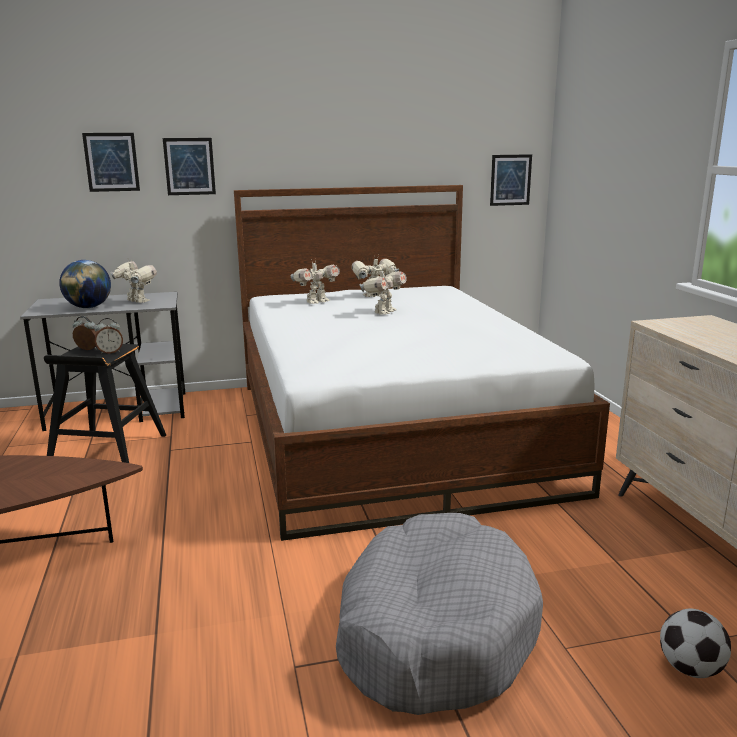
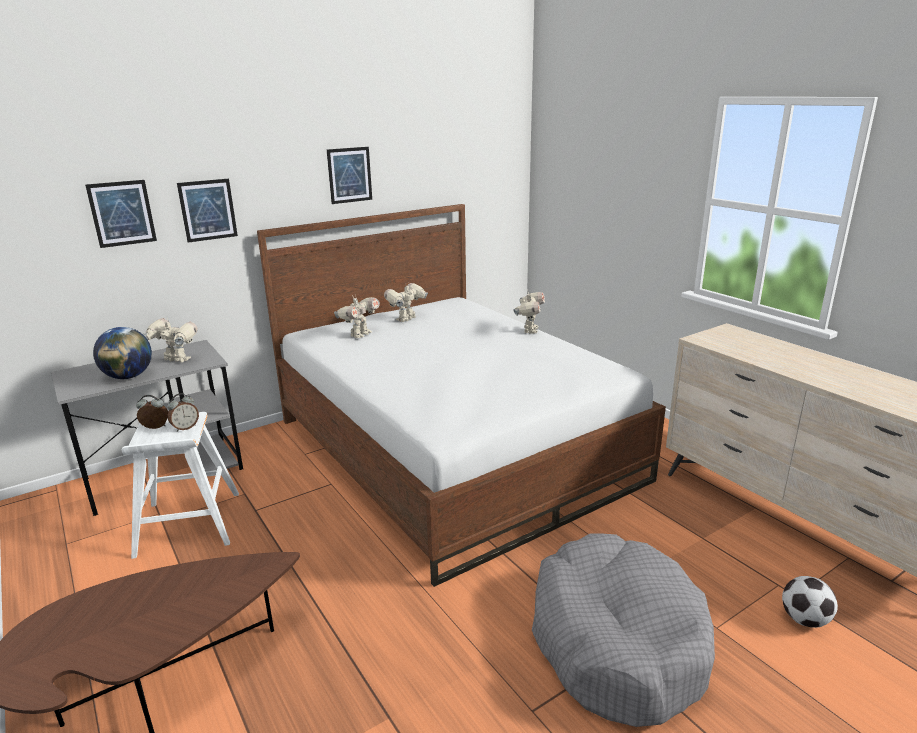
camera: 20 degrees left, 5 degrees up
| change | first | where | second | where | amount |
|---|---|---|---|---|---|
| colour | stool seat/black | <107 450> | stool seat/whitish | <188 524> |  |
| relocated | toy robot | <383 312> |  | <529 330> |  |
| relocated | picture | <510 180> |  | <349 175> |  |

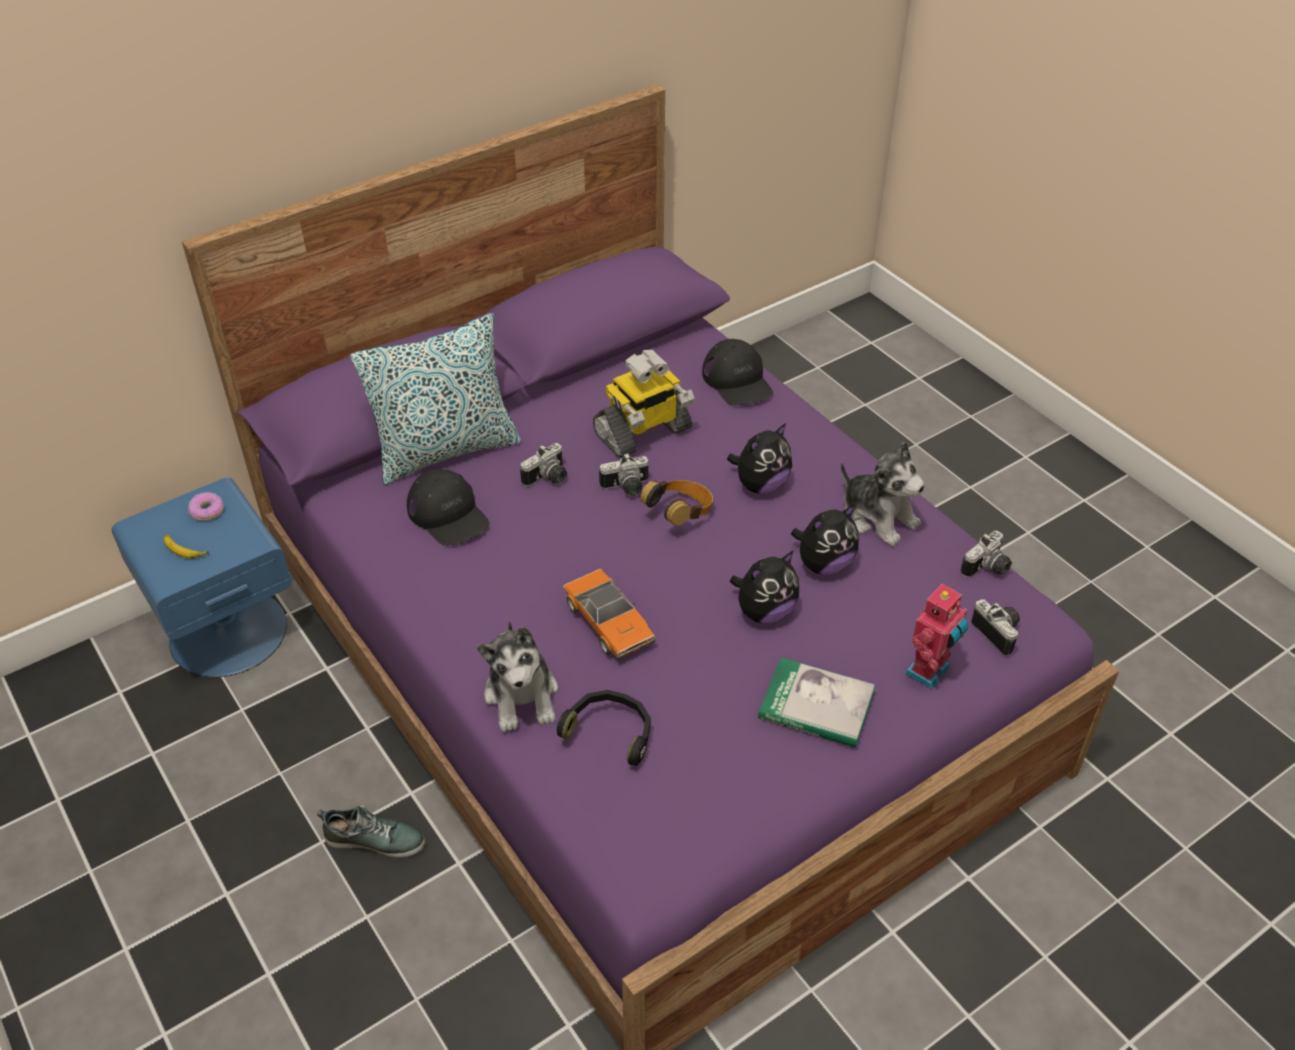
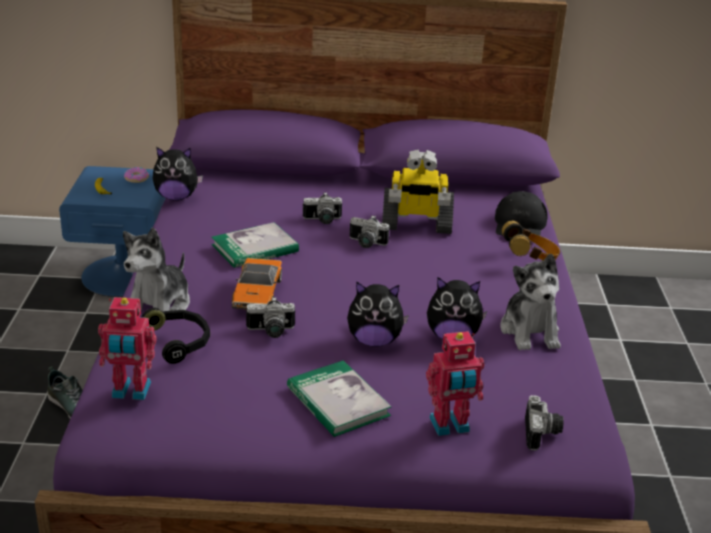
camera: 35 degrees right, 15 degrees down
| change | first | where | second | where | amount |
|---|---|---|---|---|---|
| missing | pillow | <446 450> |  |  |  |
| missing | peaked cap/black | <448 514> |  |  |  |
| relocated | headphones | <680 515> |  | <530 260> |  |
| relocated | soft toy | <760 484> |  | <176 197> |  |
| relocated | still camera | <988 569> |  | <271 332> |  |
| appeared |  |  | toy robot | <130 392> |  |
| appeared |  |  | book | <255 248> |  |

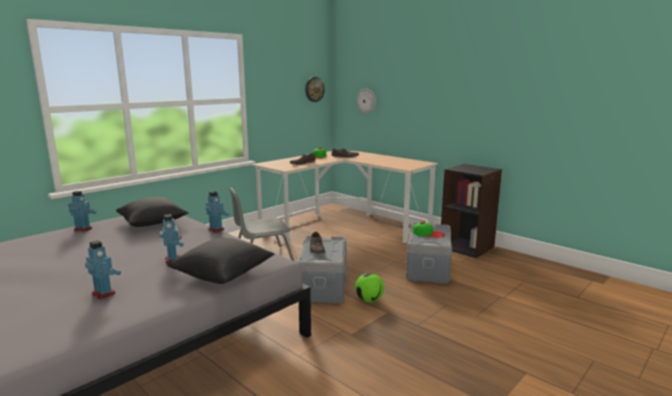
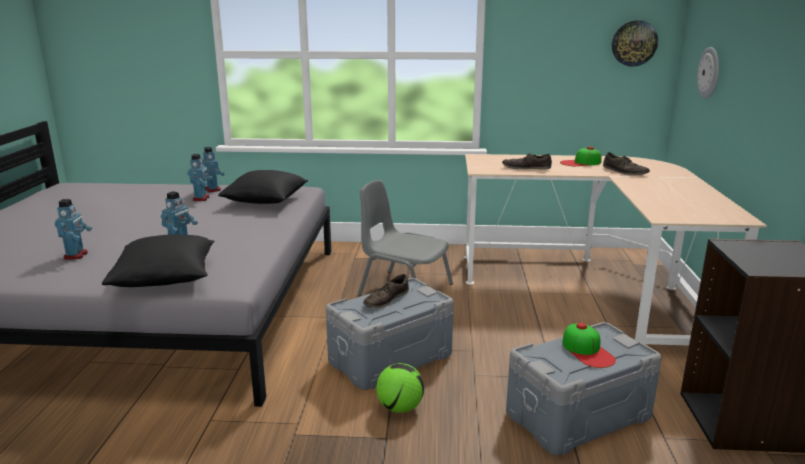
camera: 50 degrees right, 5 degrees up
| change | first | where | second | where | amount |
|---|---|---|---|---|---|
| relocated | toy robot | <216 229> |  | <201 198> |  |

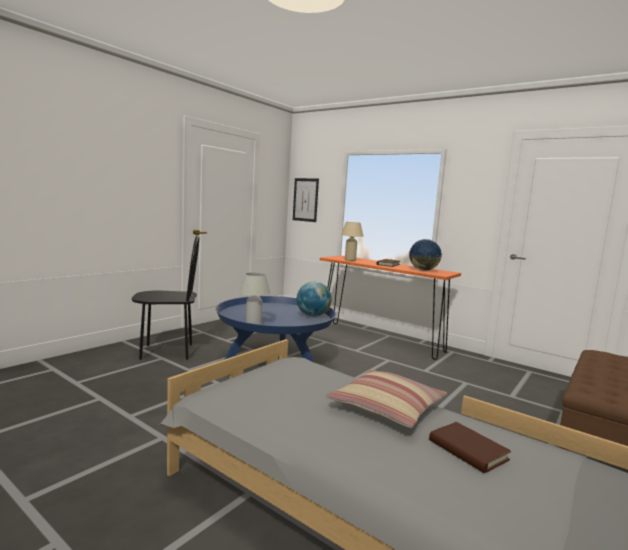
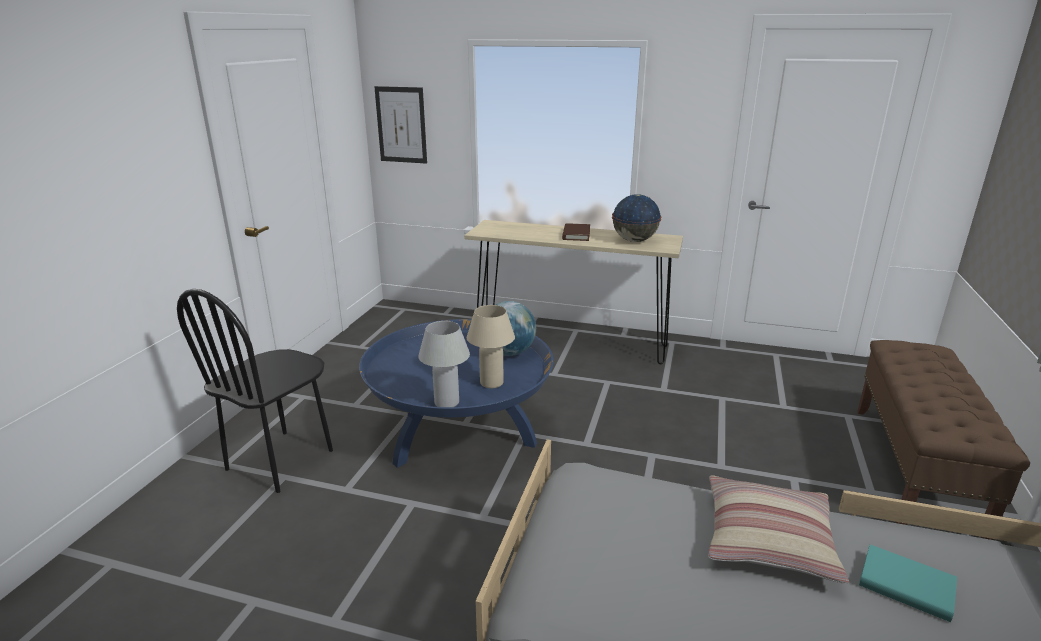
camera: 20 degrees left, 15 degrees up
| change | first | where | second | where | amount |
|---|---|---|---|---|---|
| spun | chair/black | <167 352> |  | <280 460> | 150 degrees clockwise |
| colour | console table/orangey | <379 339> | console table/sand-coloured | <569 343> |  |
| relocated | table lamp/sand-coloured | <350 260> |  | <491 383> |  |
| colour | book/brown | <467 450> | book/turquoise | <906 586> |  |

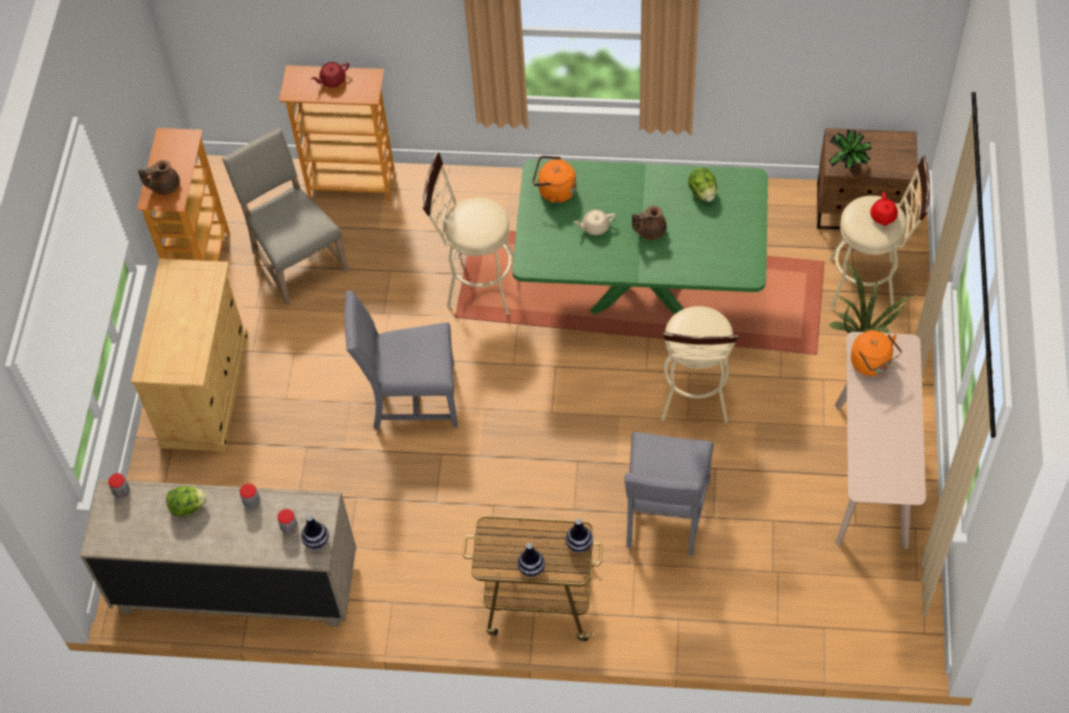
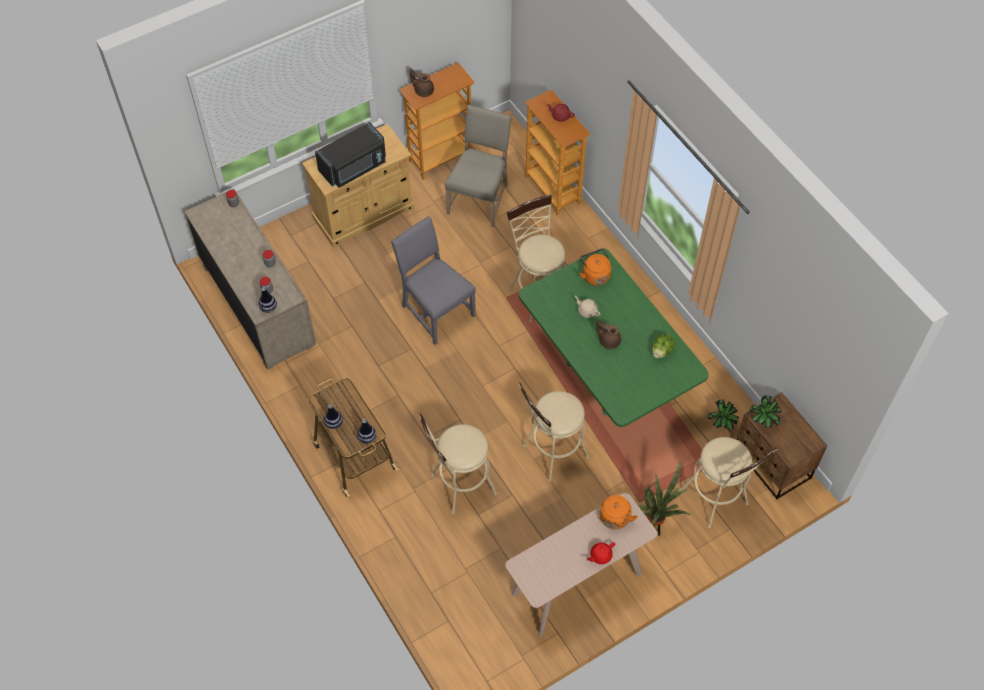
camera: 50 degrees right, 0 degrees up
| change | first | where | second | where | amount |
|---|---|---|---|---|---|
| missing | head of lettuce | <188 507> |  |  |  |
| exchanged | chair/gray | <664 515> | stool seat/sand-coloured | <458 487> |  |
| relocated | tea pot/red-coloured | <883 216> |  | <600 555> |  |
| appeared |  |  | kitchen microwave/black | <354 167> |  |
| appeared |  |  | houseplant | <721 425> |  |

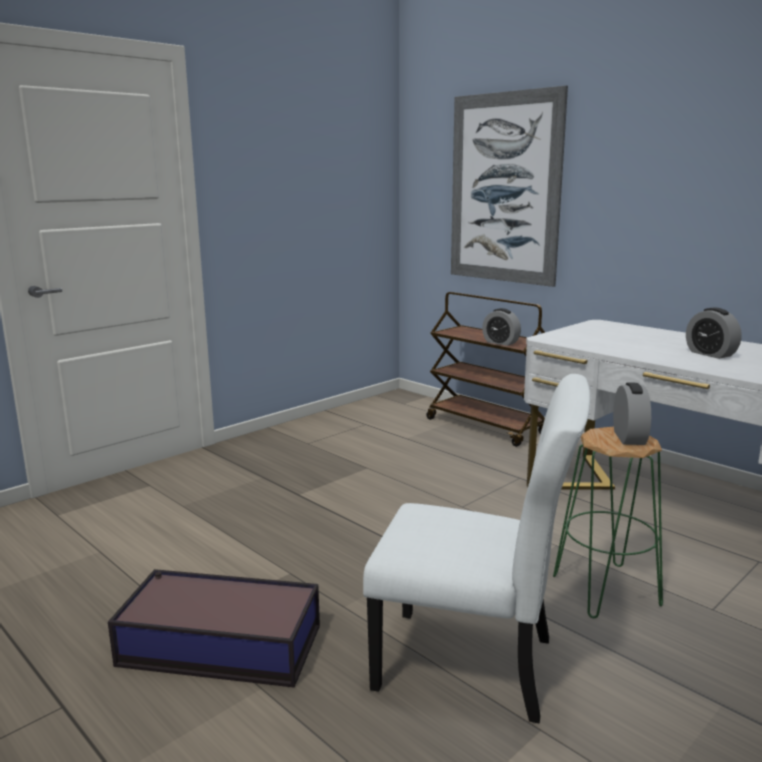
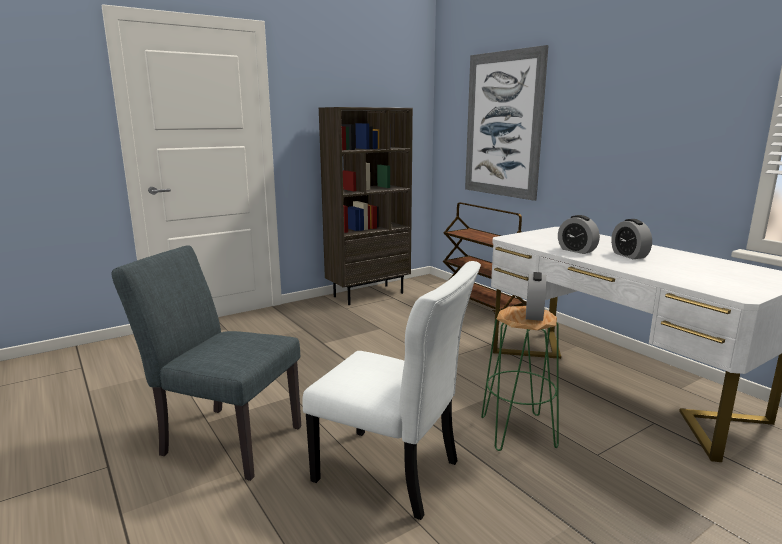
camera: 10 degrees right, 0 degrees up
| change | first | where | second | where | amount |
|---|---|---|---|---|---|
| exchanged | storage bin | <218 644> | chair/gray | <223 438> |  |
| relocated | alarm clock | <500 342> |  | <576 250> |  |
| appeared |  |  | shelving unit/brown | <368 294> |  |

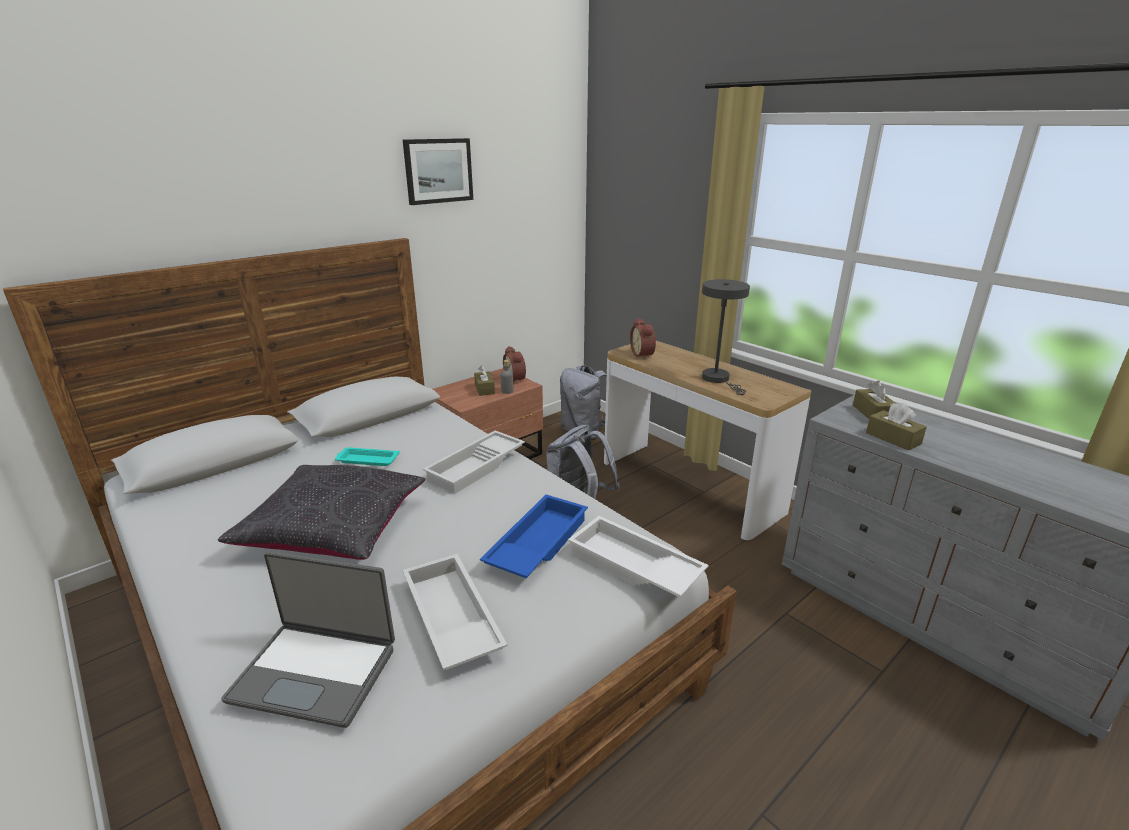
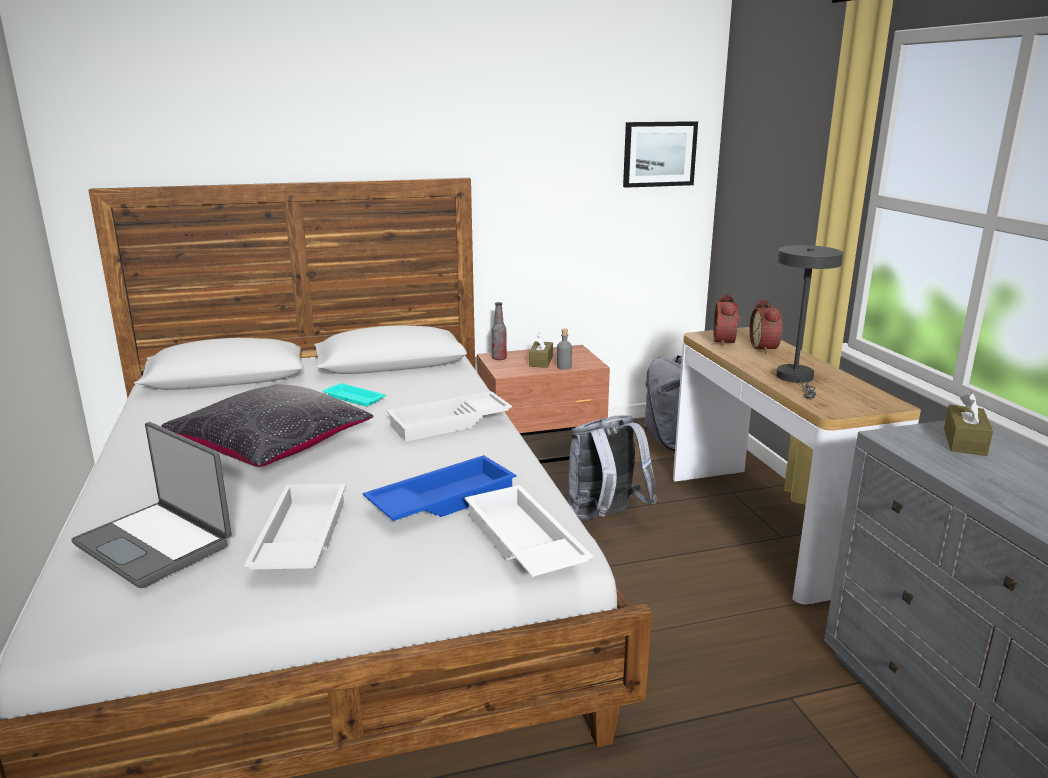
camera: 25 degrees right, 5 degrees down
| change | first | where | second | where | amount |
|---|---|---|---|---|---|
| relocated | picture | <438 171> |  | <659 154> |  |
| relocated | alarm clock | <516 379> |  | <766 348> |  |
| missing | tissue box/brown | <893 438> |  |  |  |
| appeared |  |  | bottle | <499 358> |  |

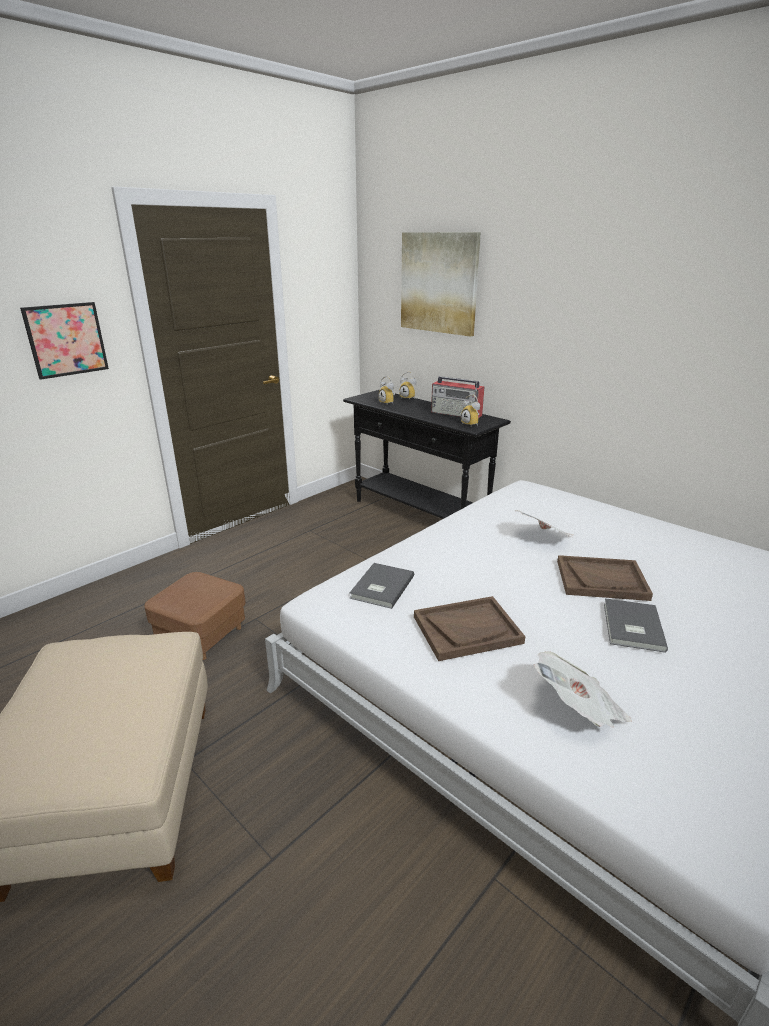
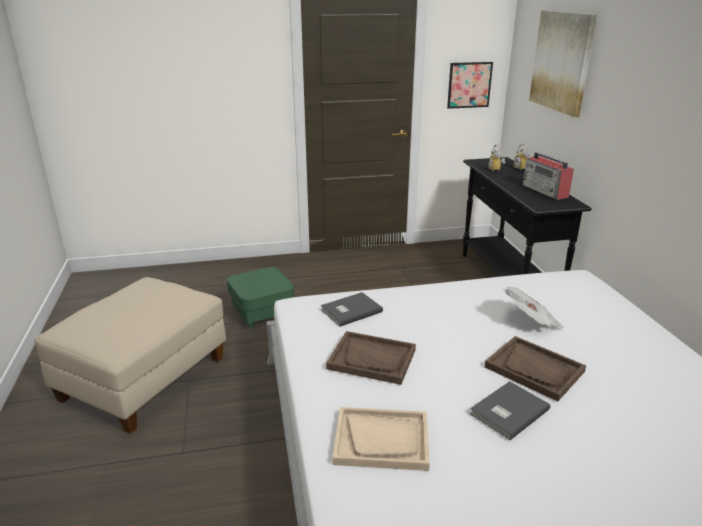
camera: 35 degrees right, 0 degrees up
| change | first | where | second | where | amount |
|---|---|---|---|---|---|
| relocated | picture | <66 340> |  | <469 85> |  |
| colour | ottoman/brown | <202 635> | ottoman/green-coloured | <262 313> |  |
| missing | alarm clock | <472 424> |  |  |  |
| exchanged | printed paper | <578 709> | serving tray/sand-coloured | <382 440> |  |

